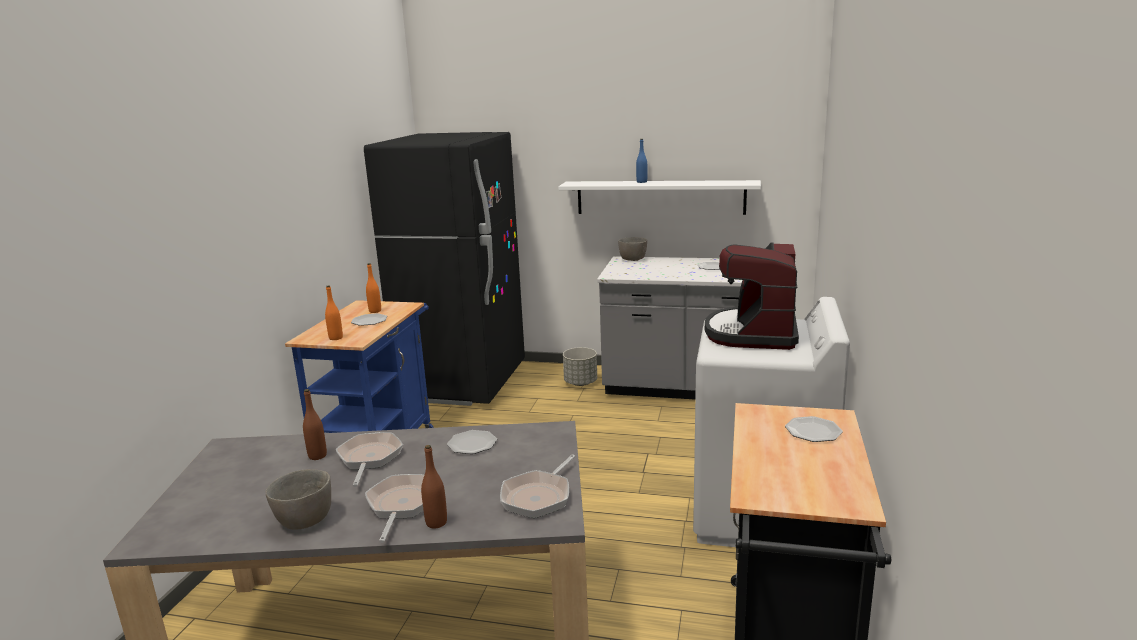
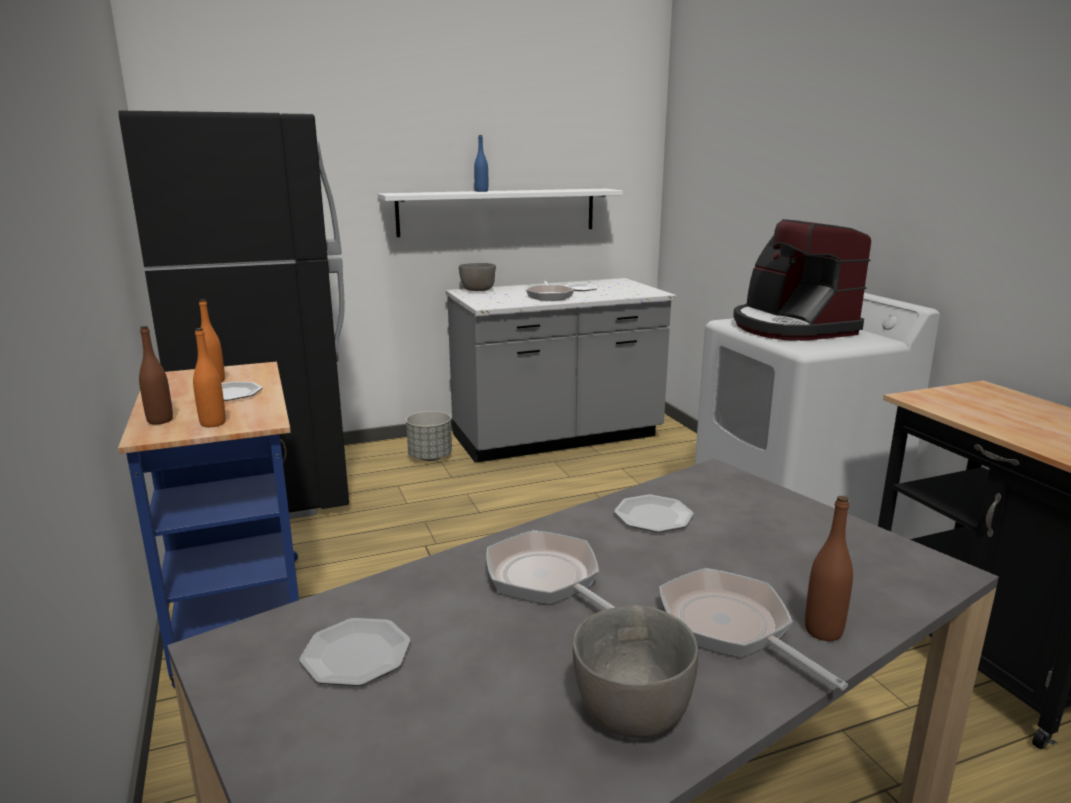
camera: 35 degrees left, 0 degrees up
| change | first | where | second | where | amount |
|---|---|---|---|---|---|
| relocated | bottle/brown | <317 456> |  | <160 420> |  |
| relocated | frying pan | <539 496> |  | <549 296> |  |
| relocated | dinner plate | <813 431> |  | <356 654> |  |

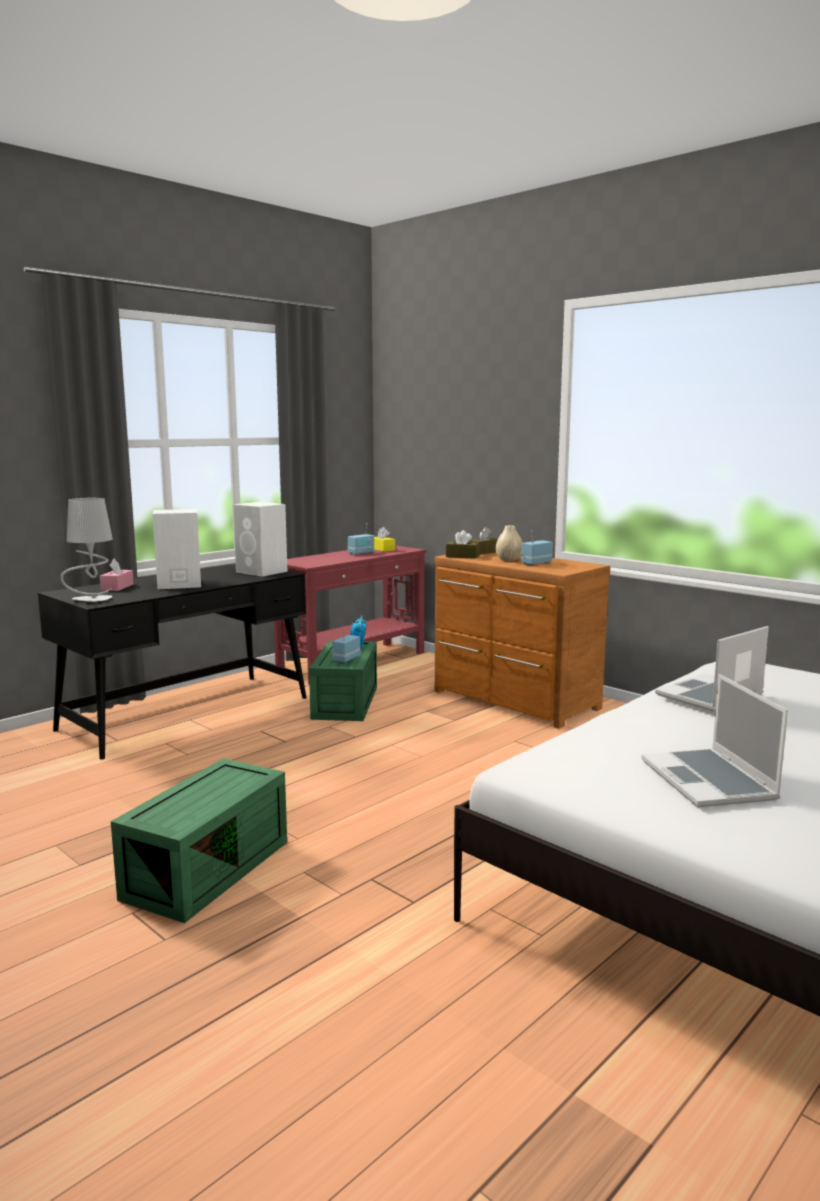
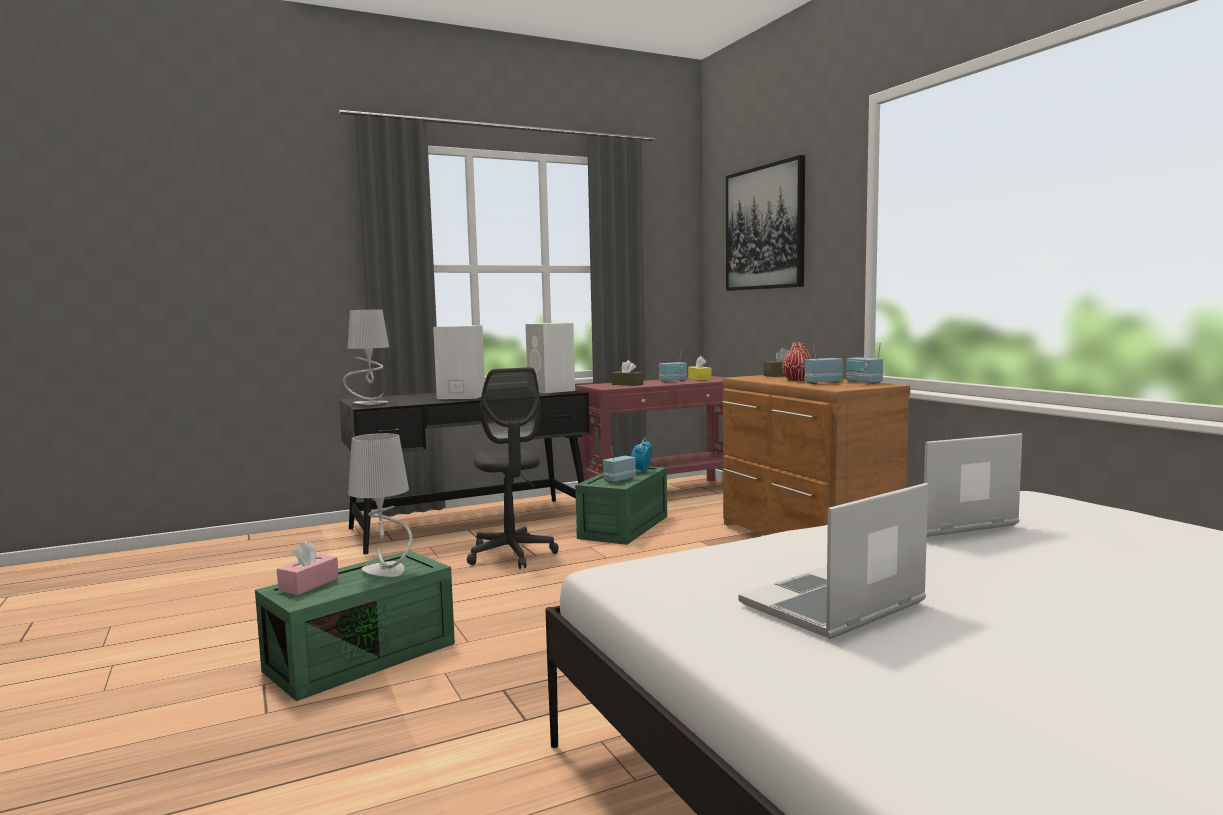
camera: 20 degrees right, 5 degrees down
| change | first | where | second | where | amount |
|---|---|---|---|---|---|
| relocated | tissue box/pinkish | <117 587> |  | <309 584> |  |
| relocated | tissue box/brown | <462 556> |  | <627 384> |  |
| colour | flower vase/sand-coloured | <509 560> | flower vase/red-coloured | <797 380> |  |
| spun | notebook computer | <710 781> |  | <833 605> | 45 degrees clockwise |
| appeared |  |  | table lamp/gray | <386 571> |  |
| appeared |  |  | computer chair/gray | <511 555> |  |
| appeared |  |  | picture | <765 228> |  |
| appeared |  |  | radio set | <863 382> |  |

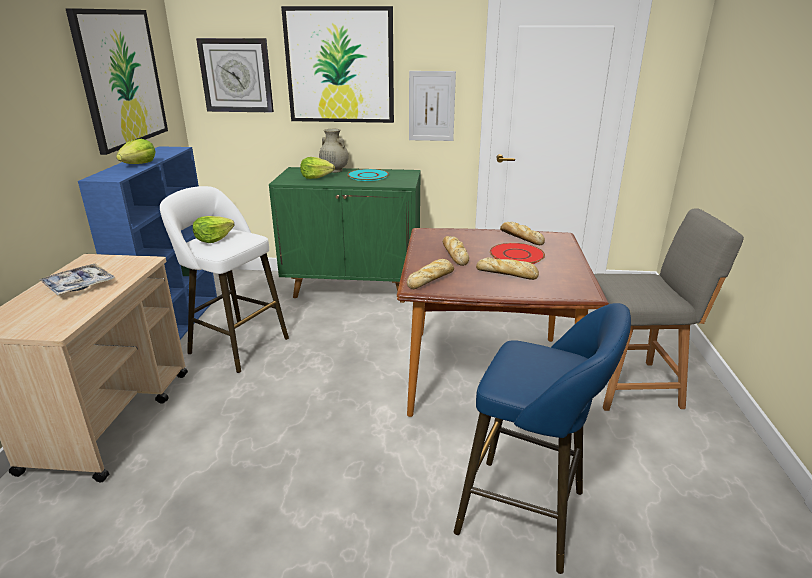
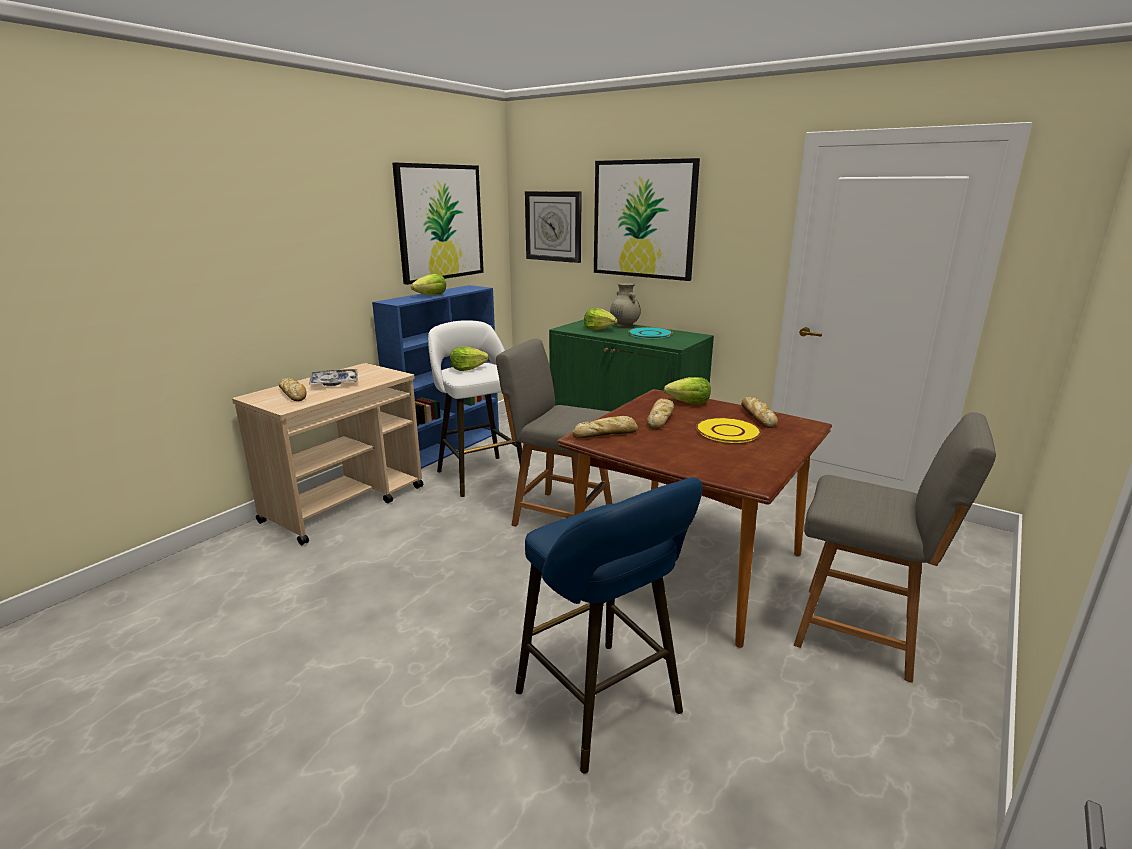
camera: 30 degrees right, 5 degrees down
| change | first | where | second | where | amount |
|---|---|---|---|---|---|
| missing | picture | <431 106> |  |  |  |
| relocated | baked bread | <508 274> |  | <293 394> |  |
| colour | dinner plate/red-coloured | <516 255> | dinner plate/yellowish | <727 431> |  |
| appeared |  |  | chair/gray | <559 515> |  |
| appeared |  |  | head of lettuce | <689 403> |  |

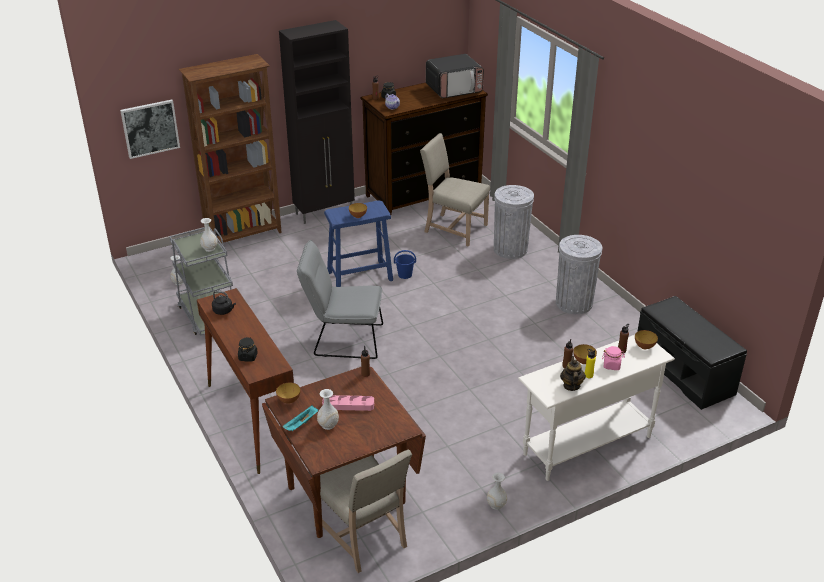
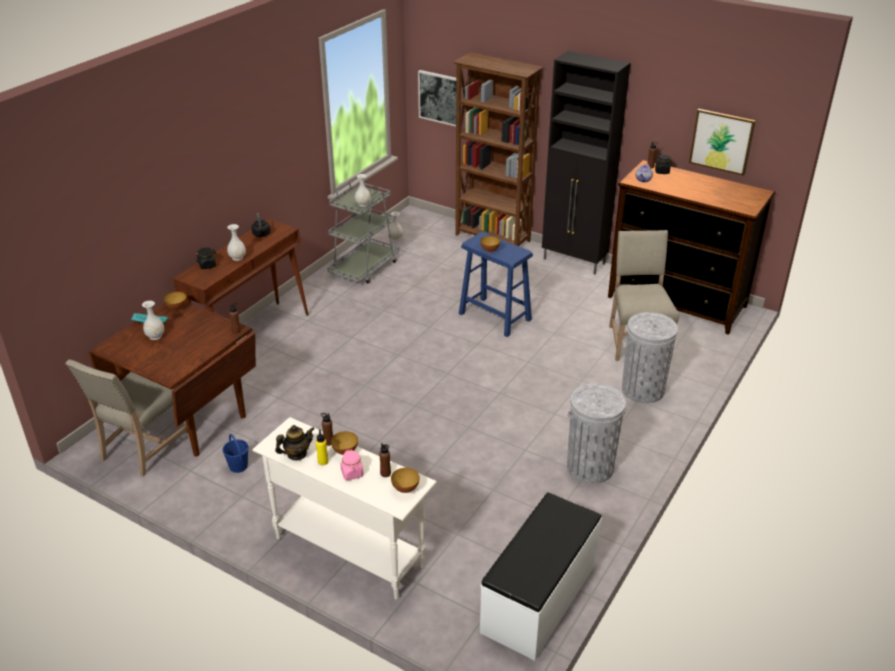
camera: 60 degrees right, 0 degrees up
| change | first | where | second | where | amount |
|---|---|---|---|---|---|
| missing | chair/gray | <343 340> |  |  |  |
| missing | serving tray/pinkish | <348 405> |  |  |  |
| relocated | water bucket/bluish | <404 275> |  | <238 466> |  |
| missing | kitchen microwave | <454 89> |  |  |  |
| relocated | flower vase/whitish | <496 504> |  | <237 258> |  |
| colour | long seat/black | <684 372> | long seat/whitish | <540 598> |  |
| appeared |  |  | picture | <721 141> |  |

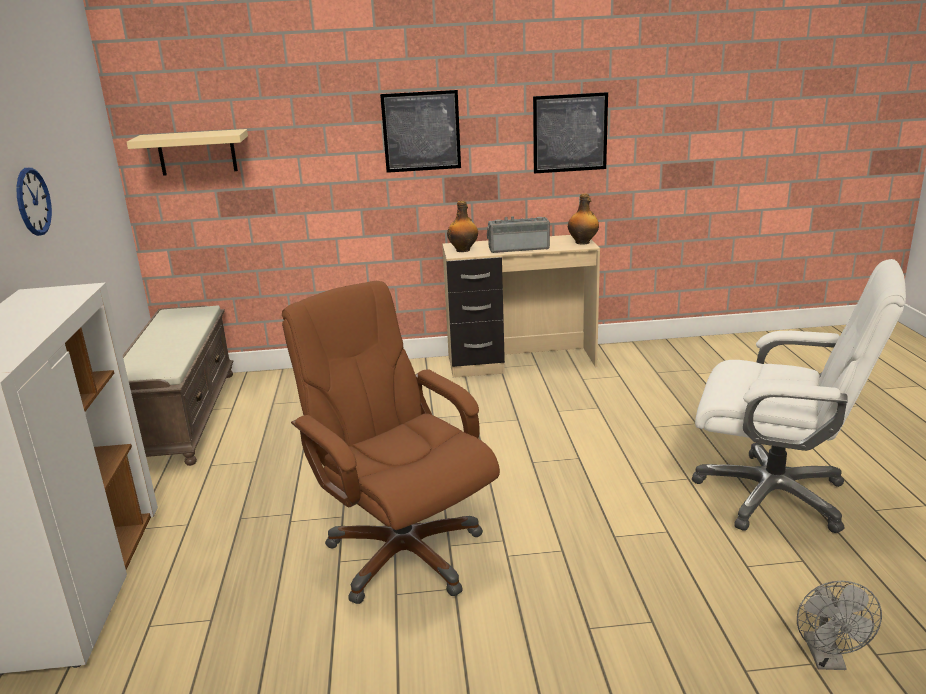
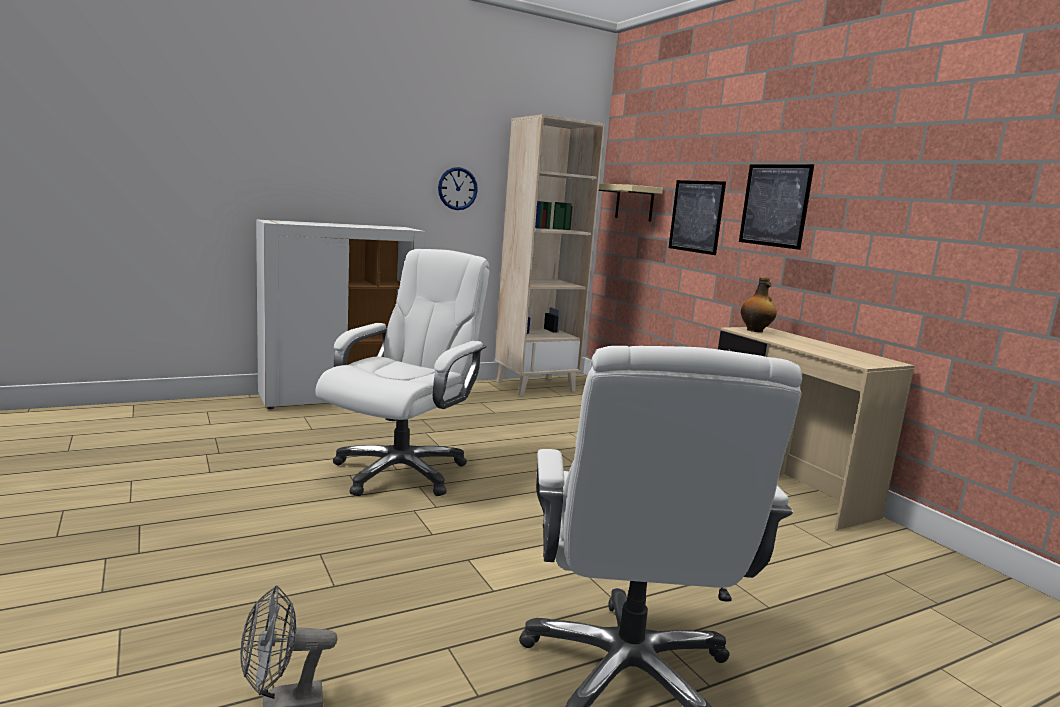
camera: 65 degrees right, 10 degrees down
| change | first | where | second | where | amount |
|---|---|---|---|---|---|
| exchanged | long seat/brown | <182 417> | shelving unit/sand-coloured | <535 386> |  |
| colour | computer chair/brown | <403 553> | computer chair/whitish | <401 471> |  |
| missing | radio set | <518 248> |  |  |  |
| relocated | picture | <570 133> |  | <696 216> |  |
| missing | bottle | <583 242> |  |  |  |

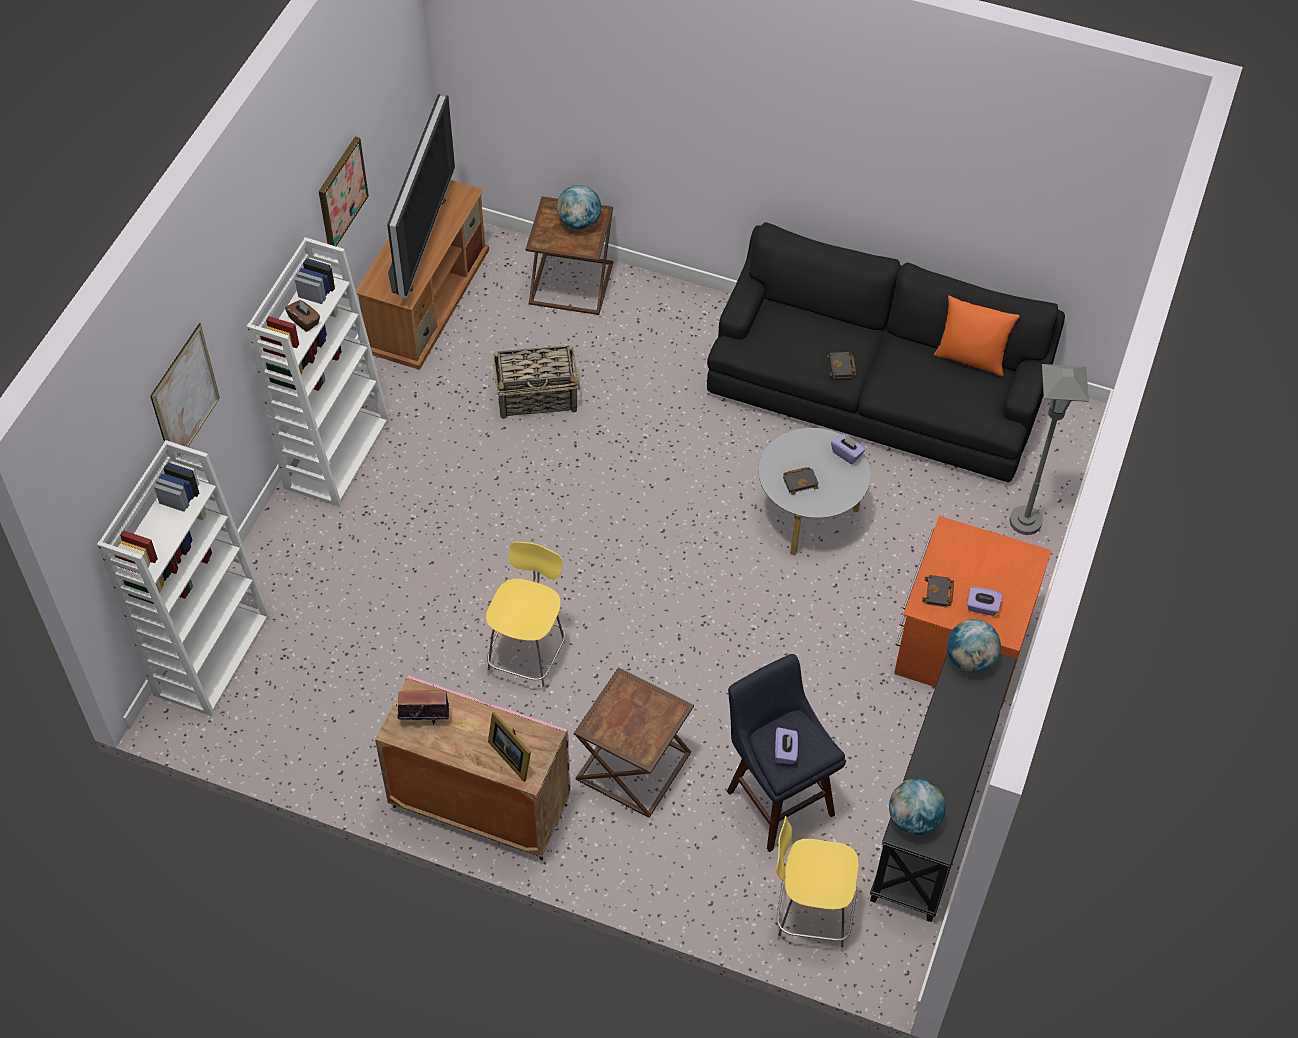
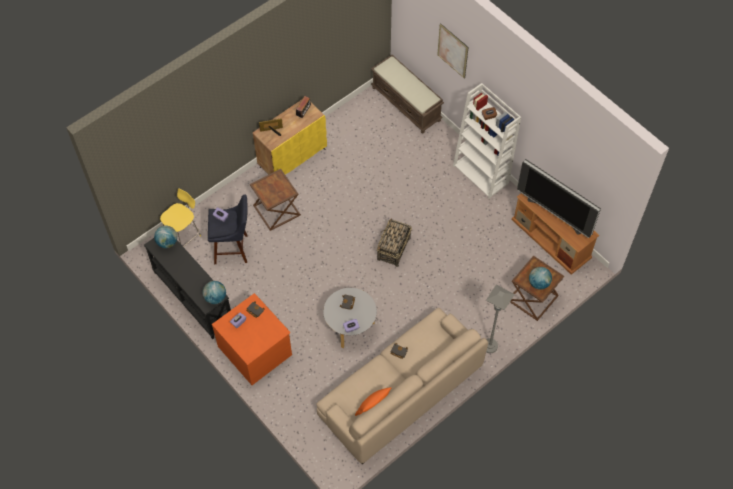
camera: 120 degrees right, 5 degrees up
| change | first | where | second | where | amount |
|---|---|---|---|---|---|
| exchanged | shelving unit/whitish | <212 654> | long seat/brown | <407 104> |  |
| missing | picture | <341 193> |  |  |  |
| colour | cabinet/pinkish | <478 805> | cabinet/yellowish | <292 158> |  |
| missing | stool seat/yellowish | <528 655> |  |  |  |
| relocated | storage basket | <538 397> |  | <393 249> |  |
| colour | couch/black | <875 392> | couch/sand-coloured | <400 391> |  |
| relocated | floor lamp/gray | <1025 521> |  | <489 346> |  |

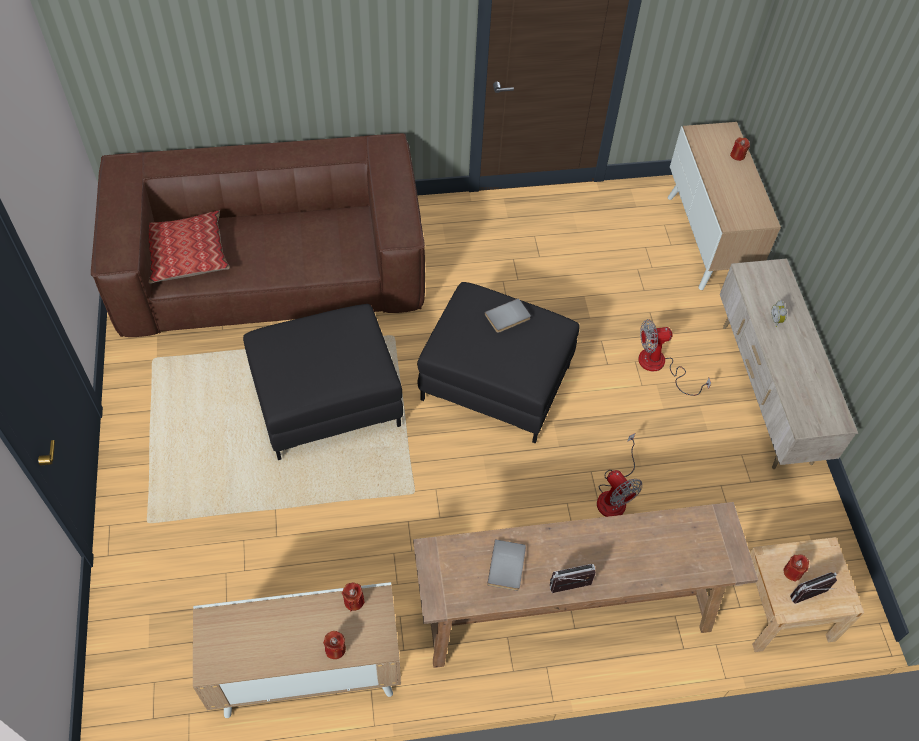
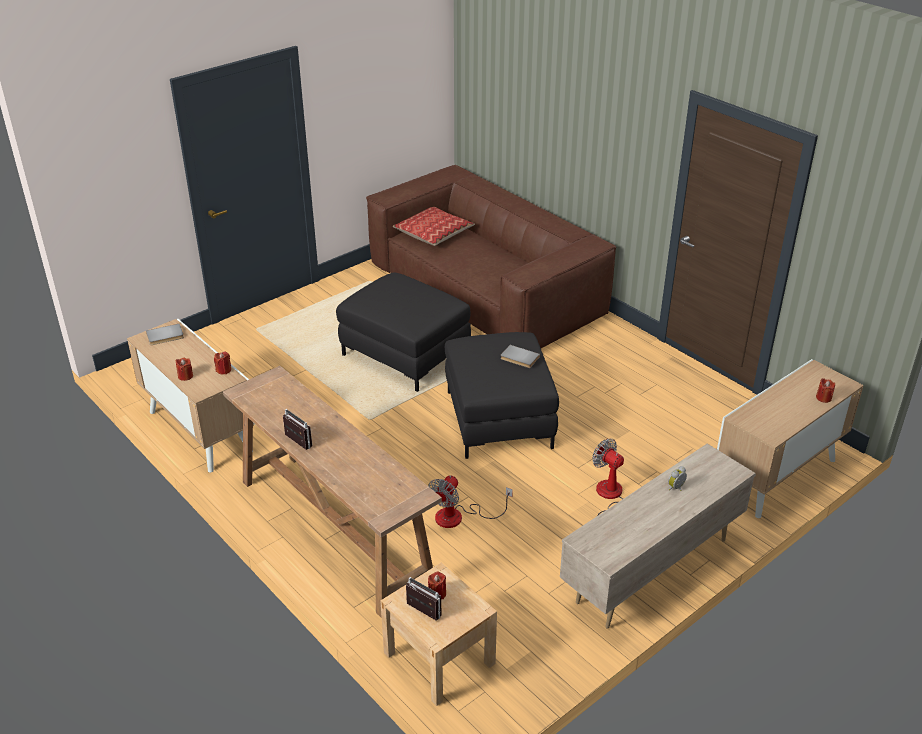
camera: 60 degrees right, 20 degrees down
| change | first | where | second | where | amount |
|---|---|---|---|---|---|
| relocated | book/gray | <508 566> |  | <165 336> |  |

